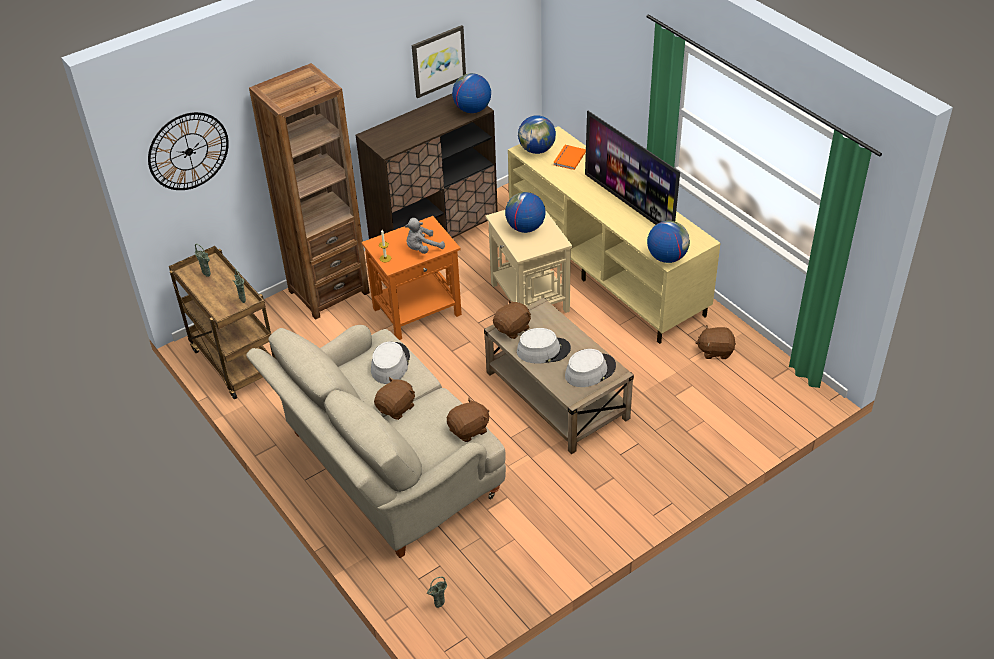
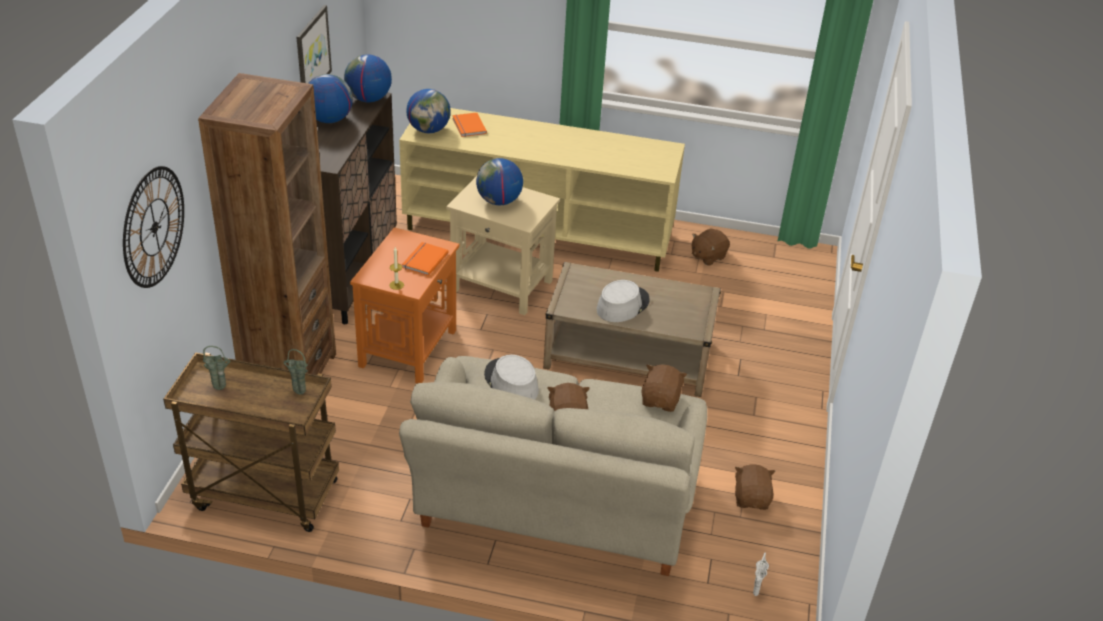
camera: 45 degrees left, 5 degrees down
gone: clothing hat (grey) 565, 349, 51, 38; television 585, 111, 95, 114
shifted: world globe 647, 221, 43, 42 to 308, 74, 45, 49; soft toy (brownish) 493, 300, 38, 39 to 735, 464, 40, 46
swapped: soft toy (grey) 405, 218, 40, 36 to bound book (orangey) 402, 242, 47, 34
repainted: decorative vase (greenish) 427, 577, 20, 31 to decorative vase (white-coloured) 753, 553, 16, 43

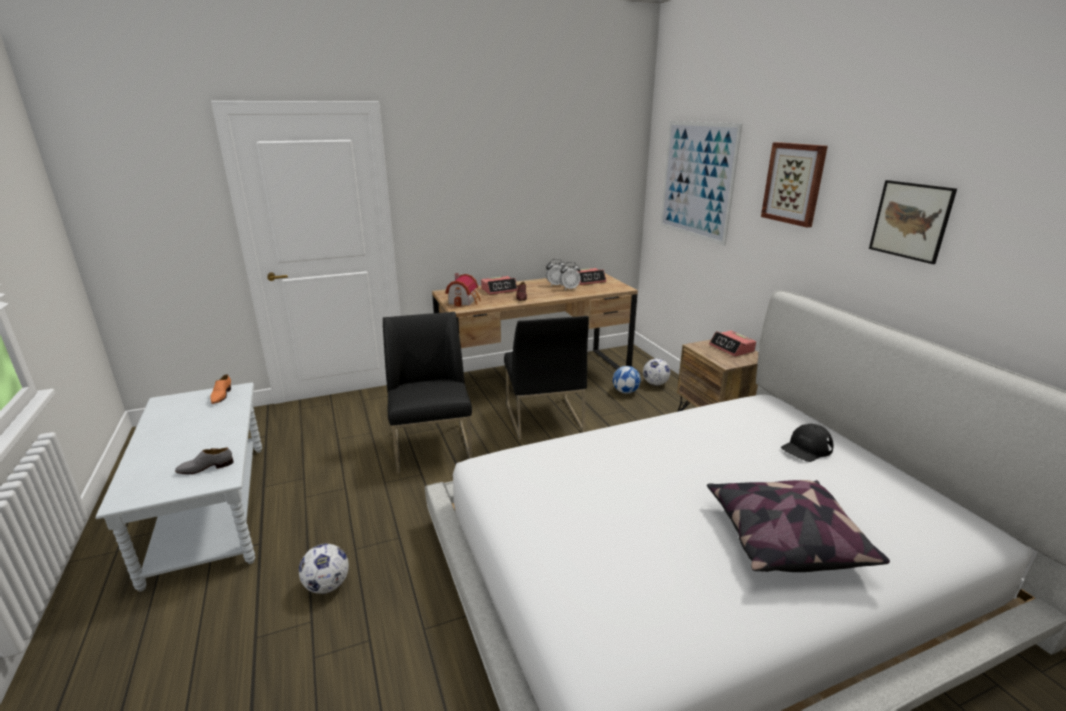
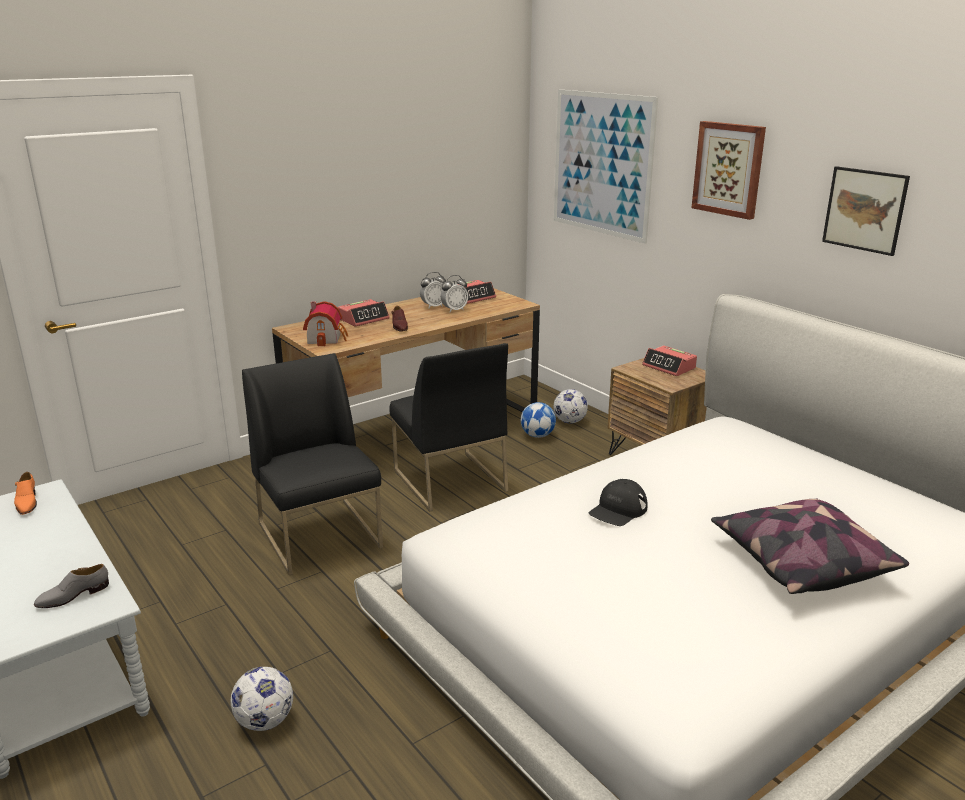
camera: 15 degrees left, 0 degrees up
shifted: cap (black-coloured) 781, 424, 53, 38 to 589, 479, 59, 47

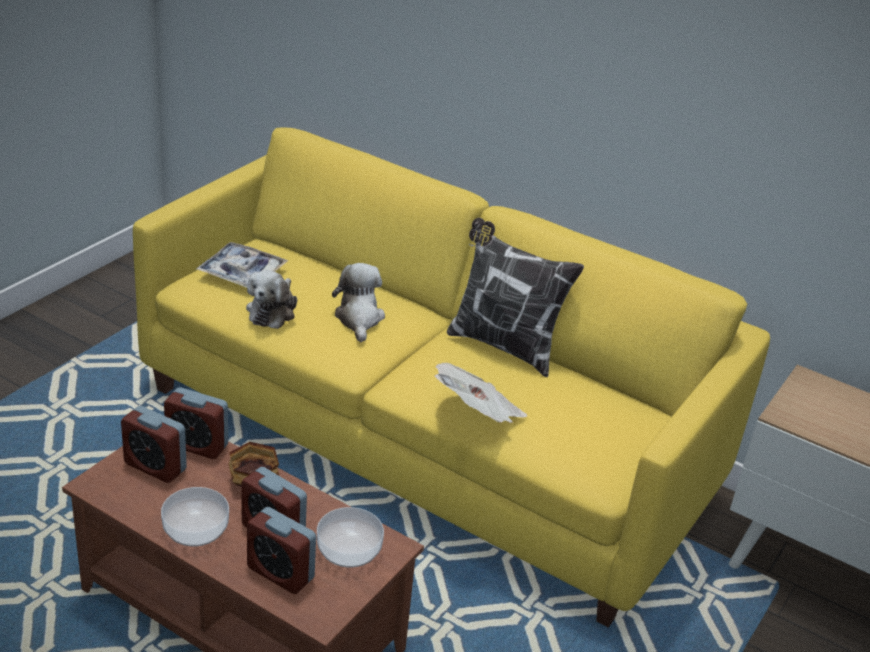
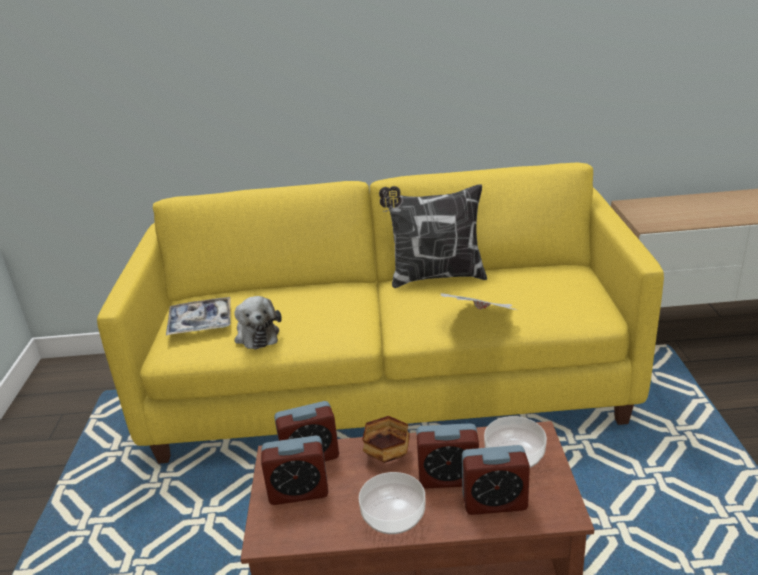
camera: 30 degrees left, 5 degrees down
gone: soft toy 332, 263, 53, 79

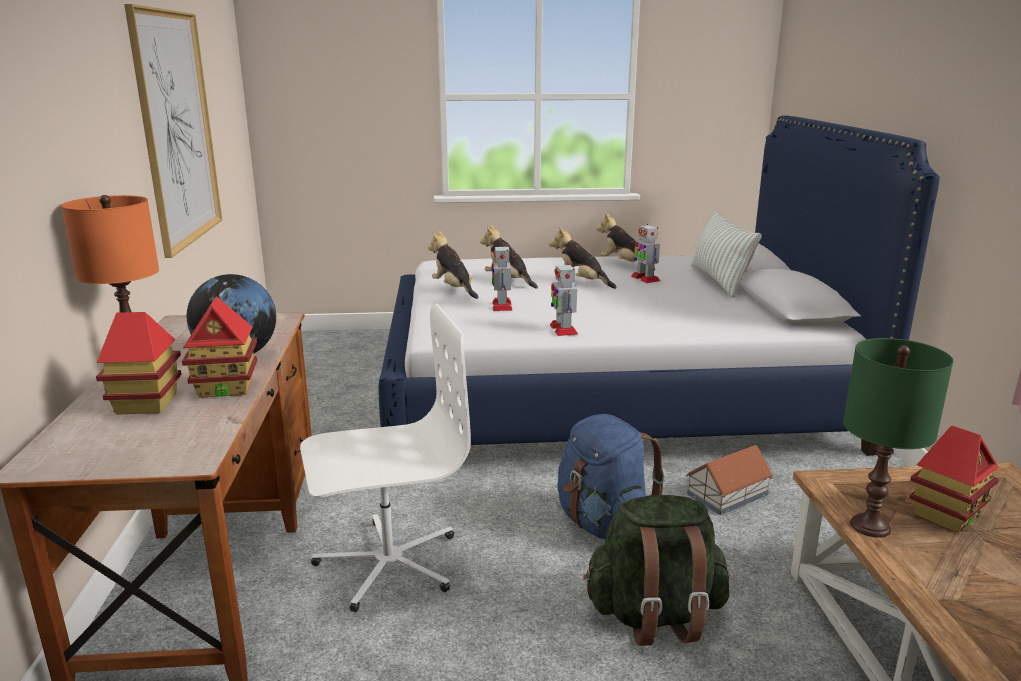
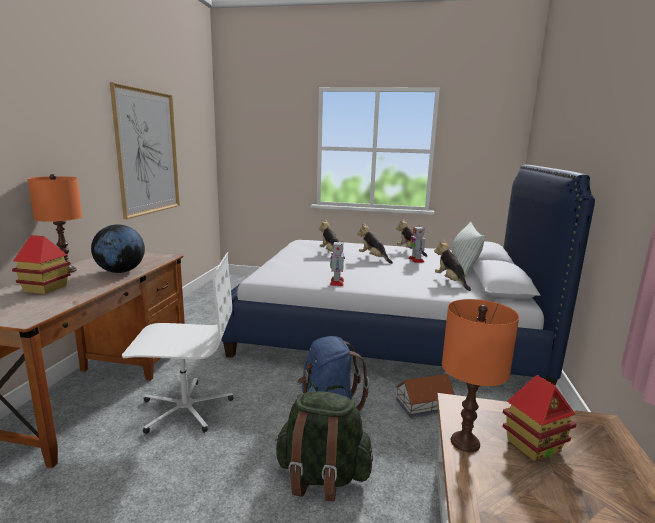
camera: 15 degrees right, 5 degrees down
gone: toy house 182, 296, 75, 102; robot figure 492, 245, 20, 66
shifted: soft toy 428, 230, 51, 69 to 434, 240, 37, 51
repainted: table lamp (greenish) 843, 338, 110, 200 to table lamp (orangey) 442, 299, 77, 153

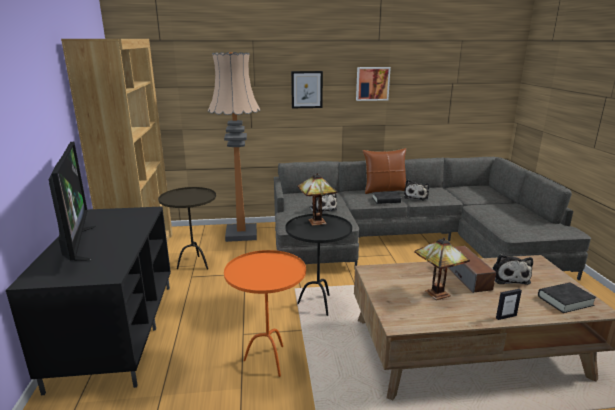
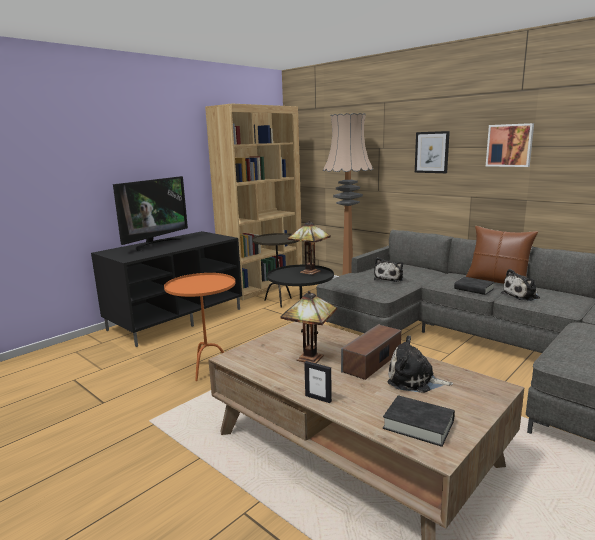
camera: 50 degrees right, 5 degrees down
rotated: soft toy 492, 254, 41, 31 = 388, 336, 65, 57 60 degrees clockwise

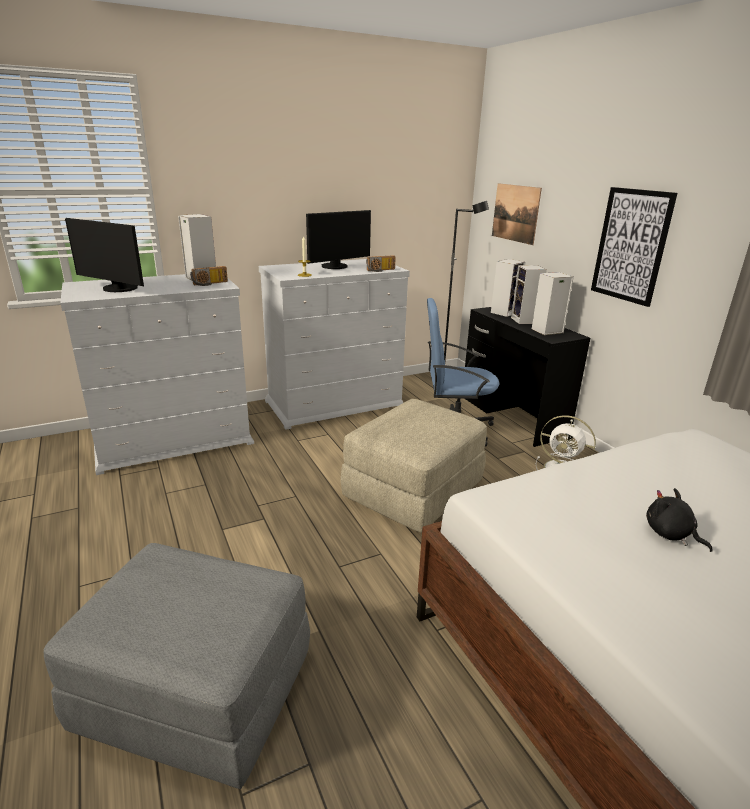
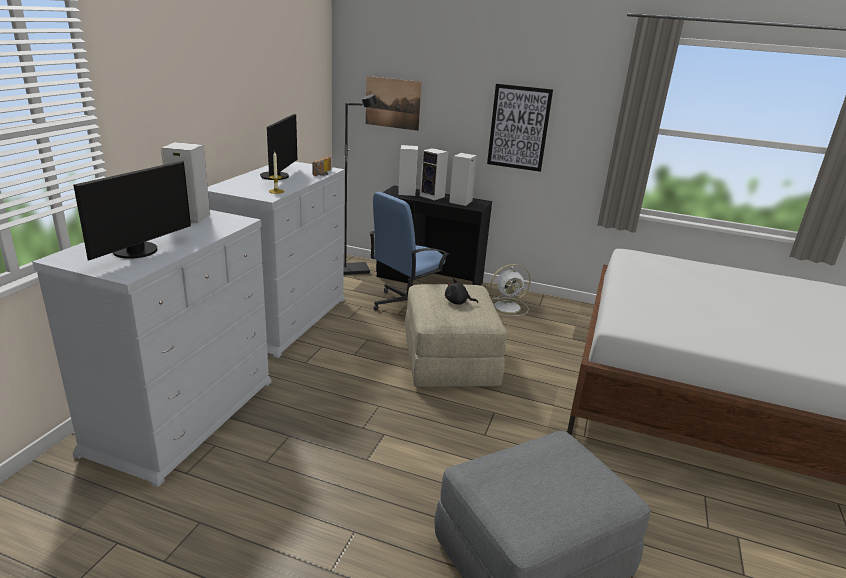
camera: 45 degrees left, 0 degrees up
gone: radio 190, 266, 38, 20
shifted: soft toy (black-coloured) 646, 488, 67, 64 to 445, 279, 33, 26
rotated: monitor 65, 218, 79, 74 = 73, 161, 118, 100 45 degrees counterclockwise

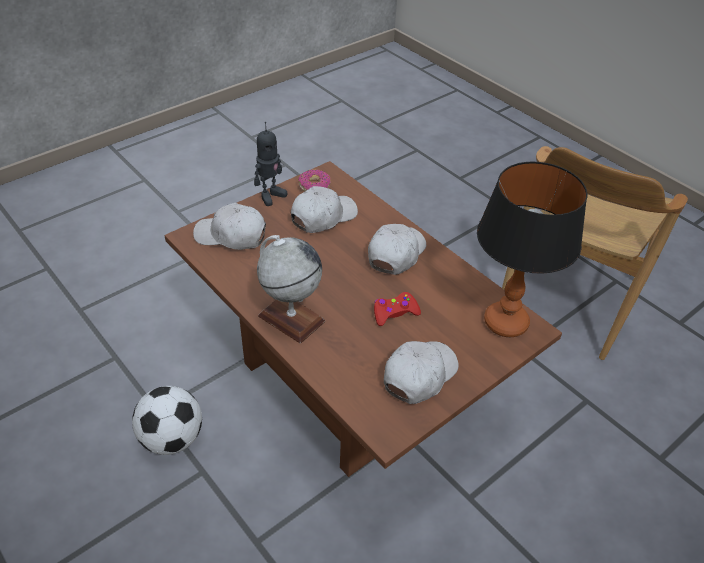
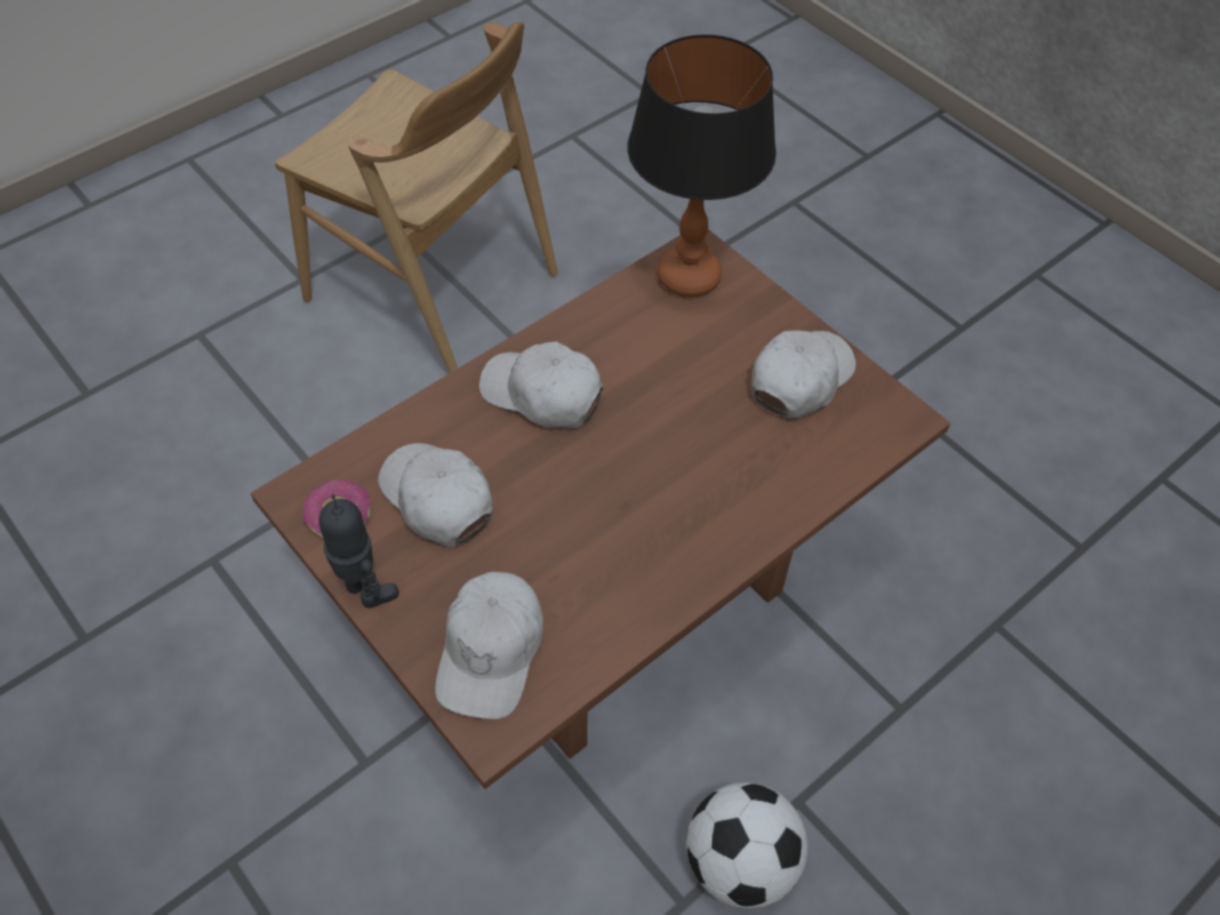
camera: 90 degrees left, 10 degrees up
gone: world globe 257, 235, 68, 108; gamepad (red-coloured) 374, 292, 47, 34
rotated: cap (white-coloured) 384, 341, 75, 63 = 751, 330, 105, 89 90 degrees clockwise

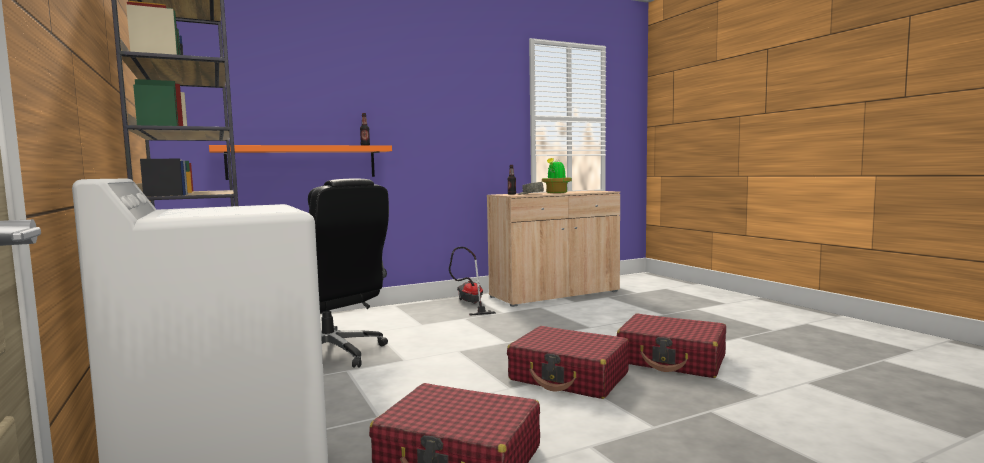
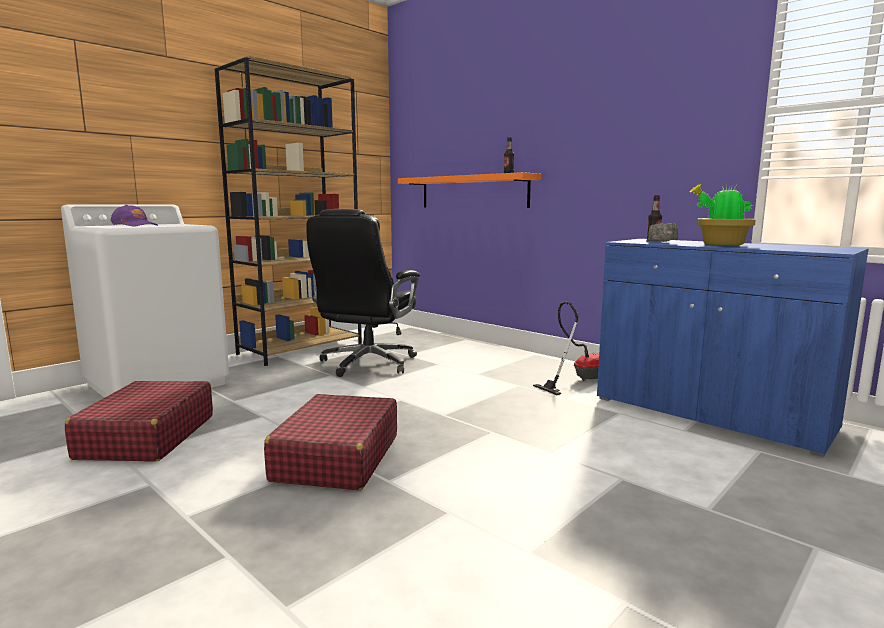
camera: 70 degrees right, 5 degrees up
gone: suitcase (red-coloured) 617, 313, 109, 65
new: cap (purplish) 111, 205, 47, 21
repainted: storage cabinet (sand-coloured) 487, 191, 133, 116 to storage cabinet (blue-coloured) 597, 239, 272, 218

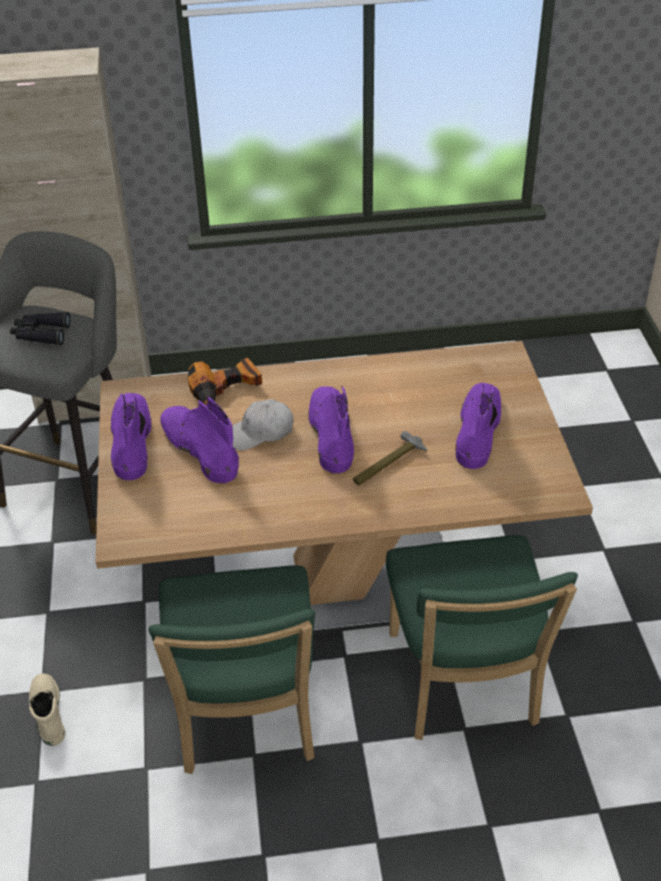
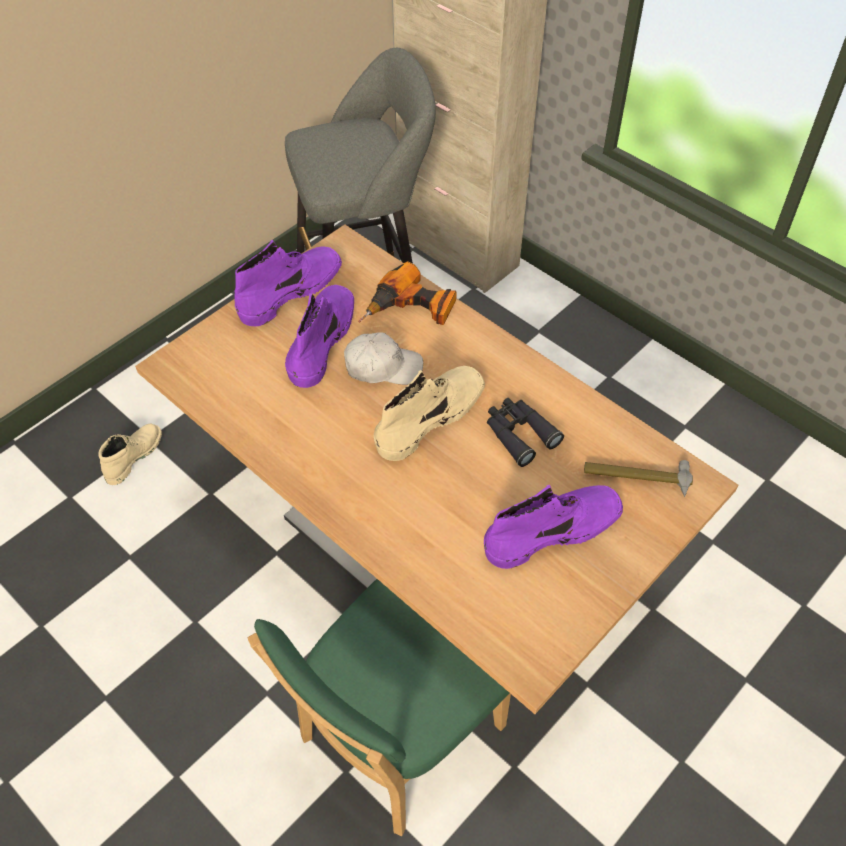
camera: 50 degrees right, 10 degrees up
gone: upright chair (greenish) 148, 565, 167, 209
shifted: binoculars (black-coloured) 10, 312, 60, 33 to 487, 398, 77, 69; hand hammer 353, 431, 74, 54 to 584, 460, 109, 37
repainted: boot (purplish) 308, 386, 46, 88 to boot (sand-coloured) 374, 366, 111, 95
rotated: cap (white-coloured) 232, 399, 61, 51 = 344, 332, 79, 53 150 degrees clockwise

